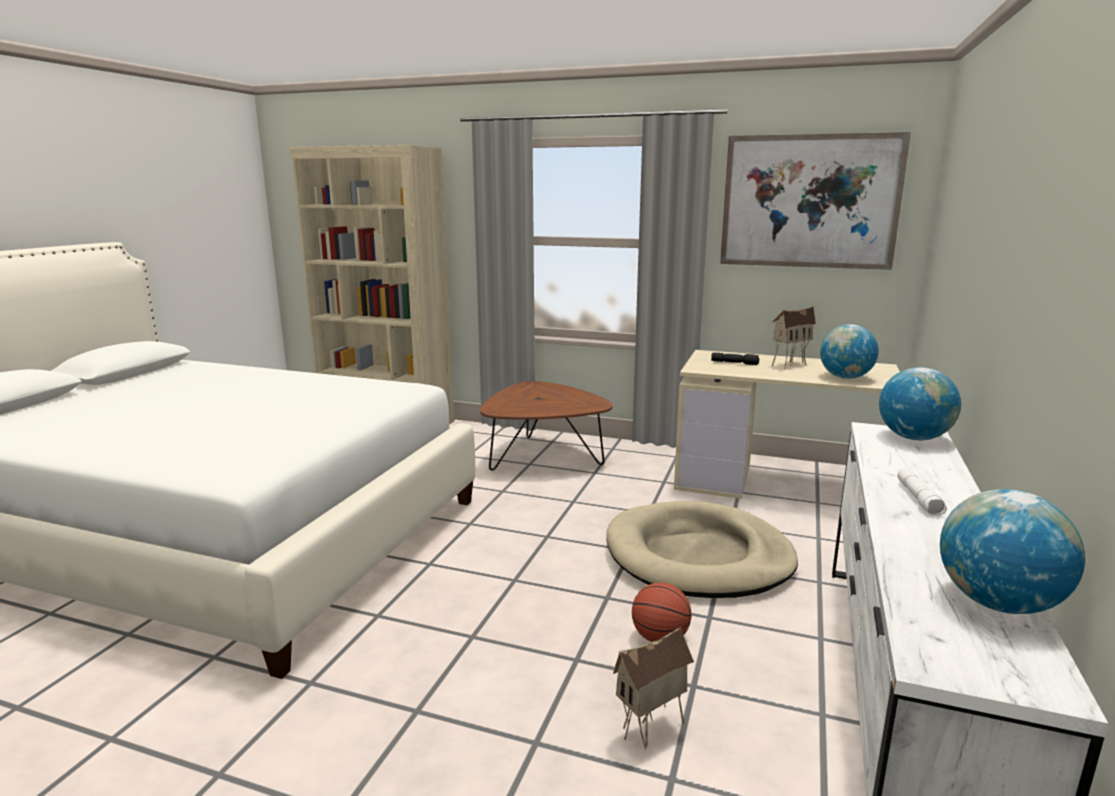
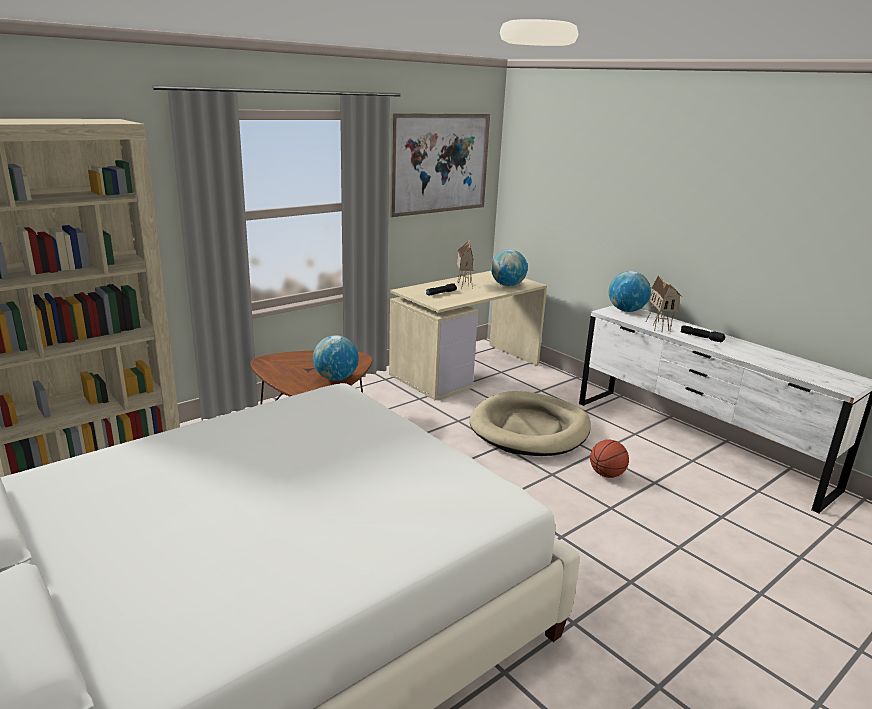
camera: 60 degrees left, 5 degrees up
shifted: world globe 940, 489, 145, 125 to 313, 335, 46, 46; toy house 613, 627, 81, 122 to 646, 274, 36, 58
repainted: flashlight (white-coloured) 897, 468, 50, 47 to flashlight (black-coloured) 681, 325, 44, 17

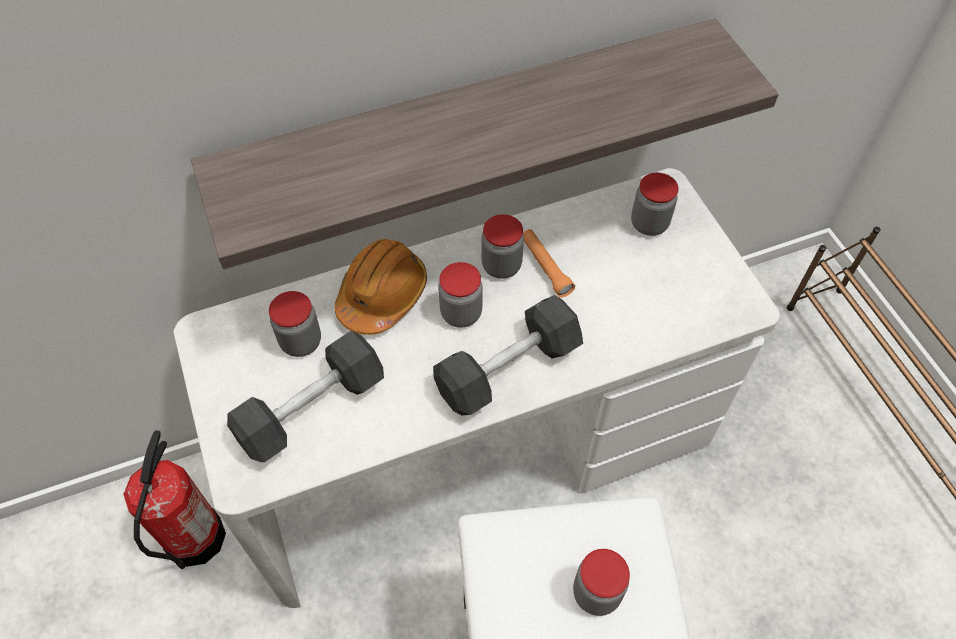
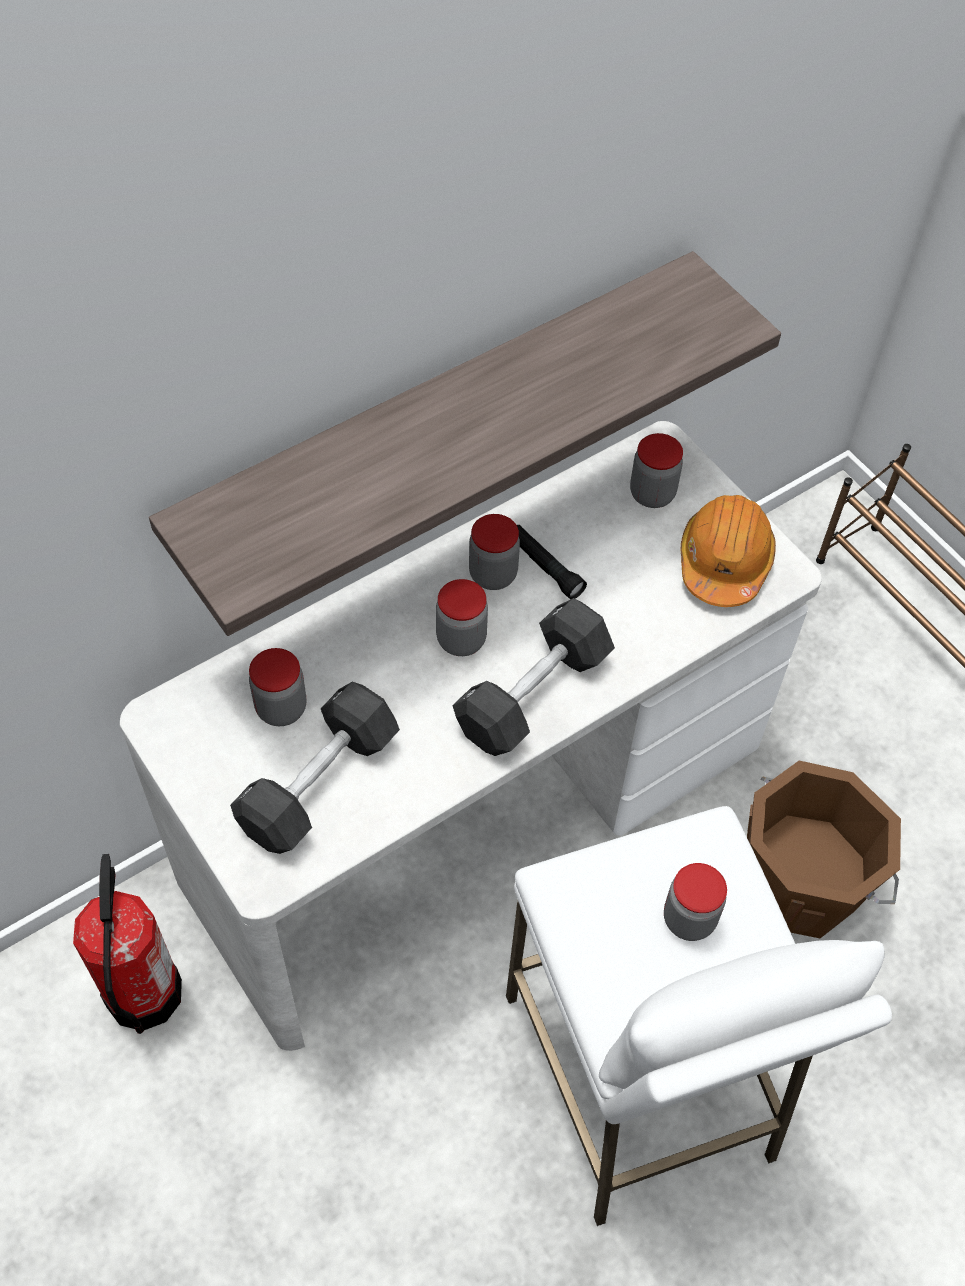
camera: 15 degrees left, 0 degrees up
new: pail (brownish) 747, 760, 154, 178
shifted: safety helmet (orangey) 335, 239, 92, 96 to 681, 495, 95, 112
repainted: flashlight (orangey) 523, 229, 52, 69 to flashlight (black-coloured) 517, 525, 70, 75

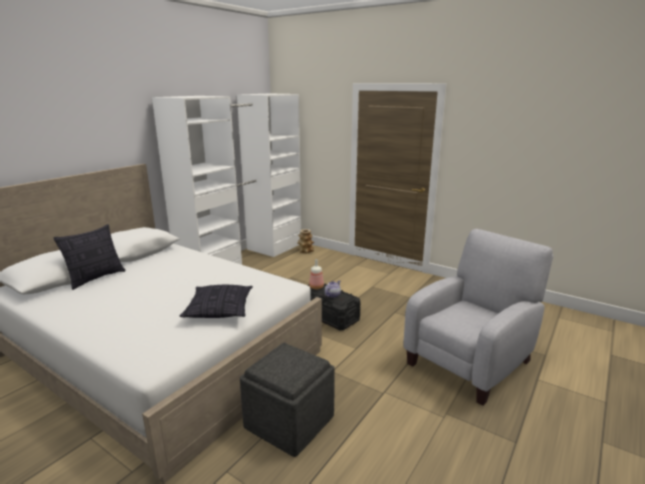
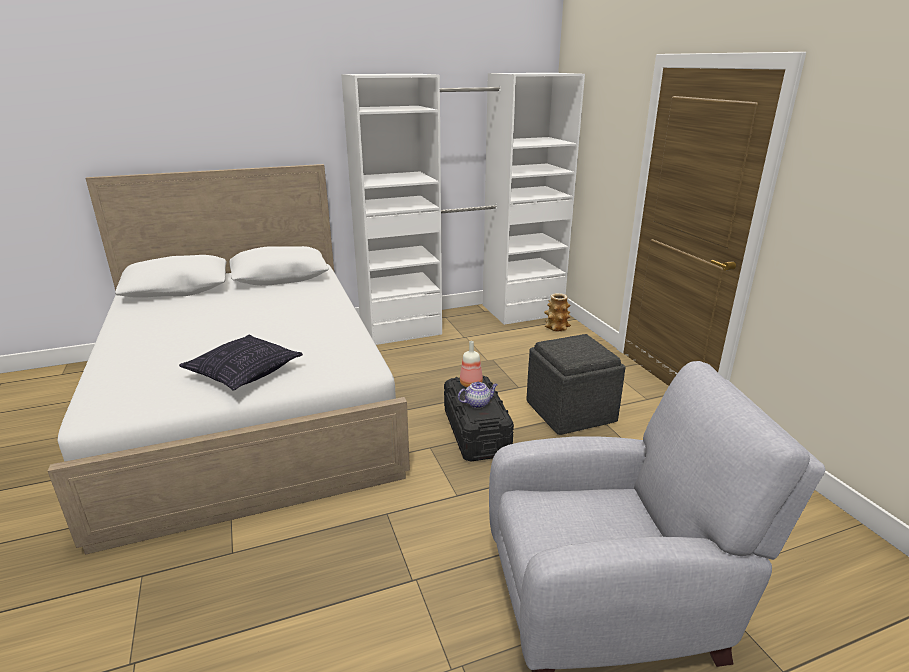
camera: 35 degrees right, 5 degrees up
gone: throw pillow 54, 224, 71, 66
shifted: pouffe (grey) 240, 342, 95, 115 to 526, 334, 100, 101

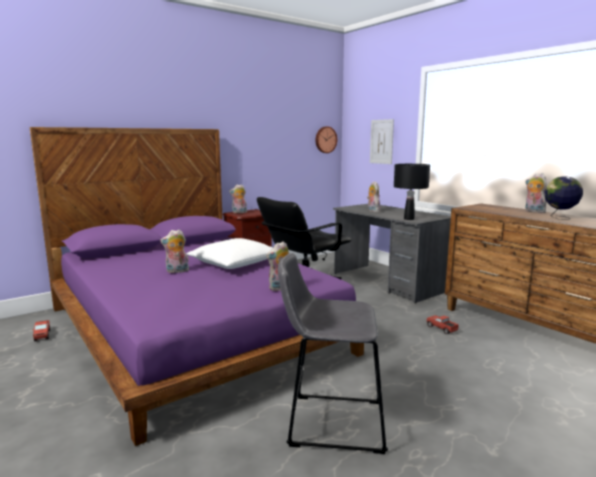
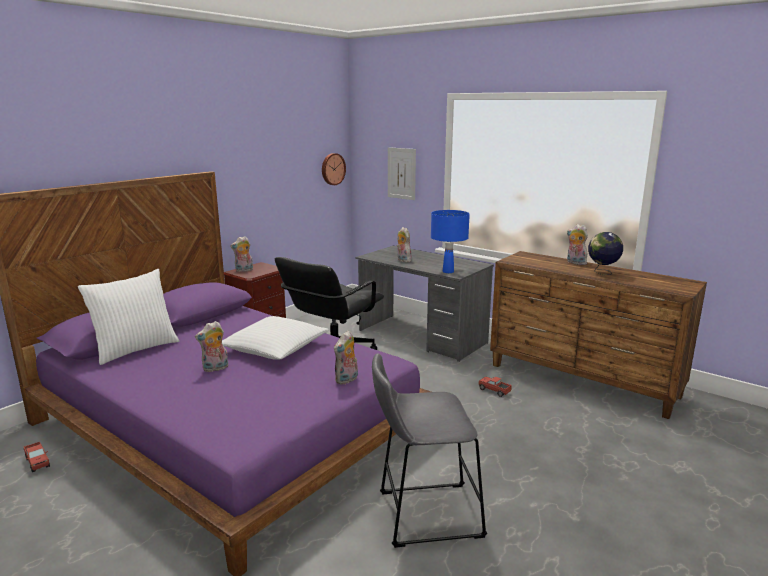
camera: 15 degrees left, 5 degrees up
new: throw pillow (white-coloured) 78, 269, 101, 96
repainted: table lamp (black-coloured) 394, 164, 36, 56 to table lamp (blue-coloured) 431, 210, 39, 63

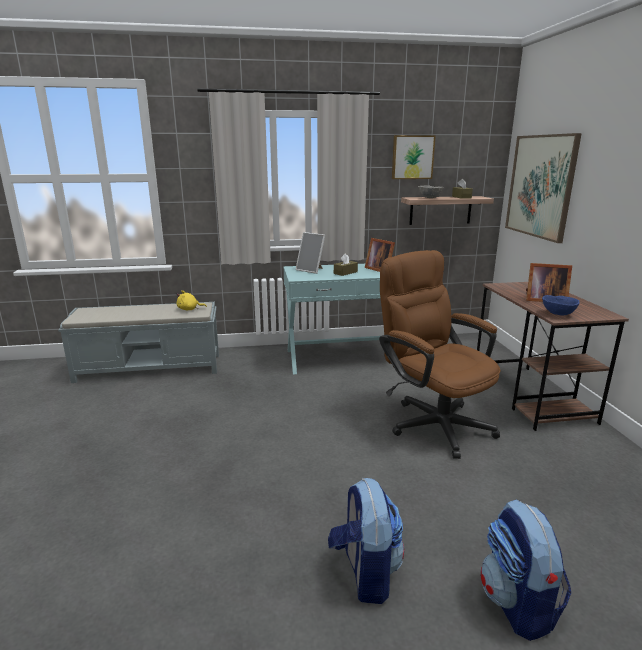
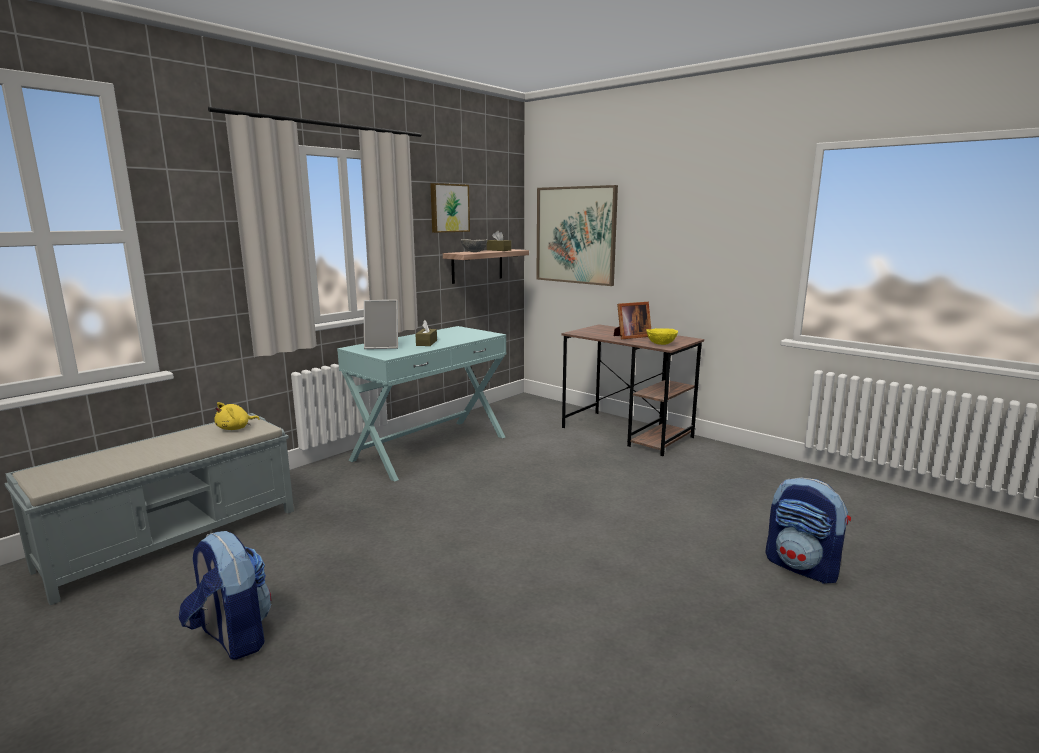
camera: 40 degrees left, 5 degrees down
gone: picture frame 365, 238, 30, 34; desk chair (brownish) 379, 250, 122, 209
shifted: knapsack 328, 478, 76, 126 to 179, 531, 92, 129
repainted: serving bowl (blue-coloured) 542, 295, 38, 20 to serving bowl (yellow) 646, 328, 32, 17

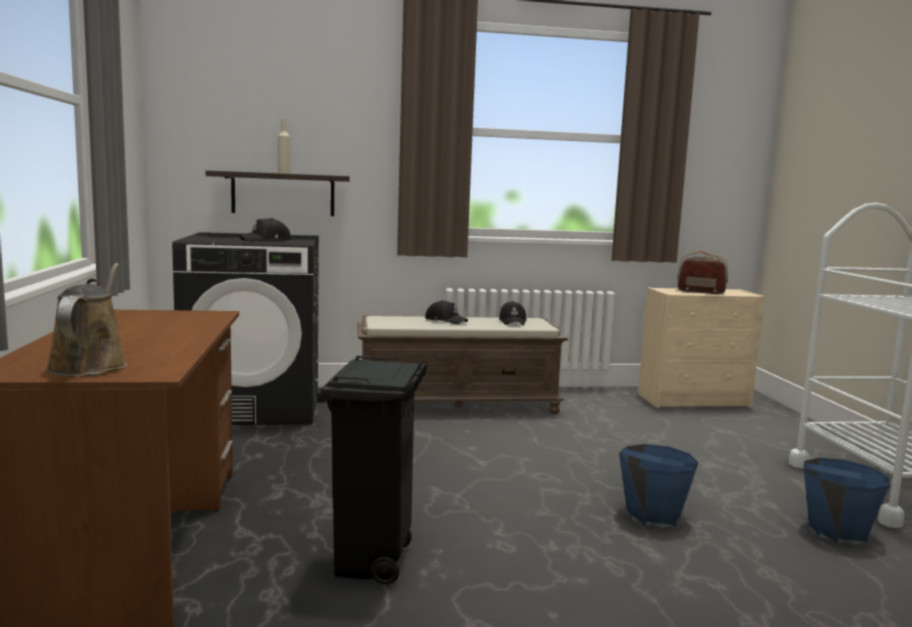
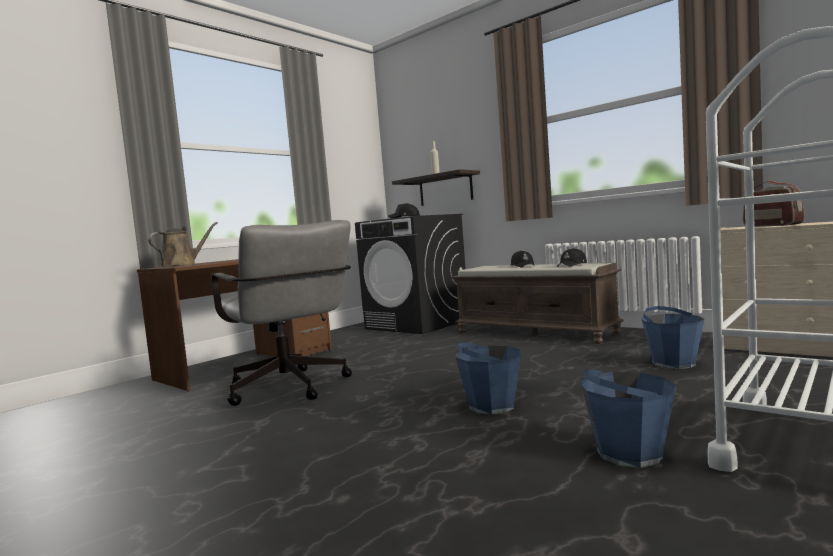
camera: 50 degrees right, 5 degrees down
new: pail (blue-coloured) 641, 306, 63, 63
swapped: rubbish bin (black-coloured) 317, 356, 110, 228 to desk chair (grey) 211, 220, 141, 186

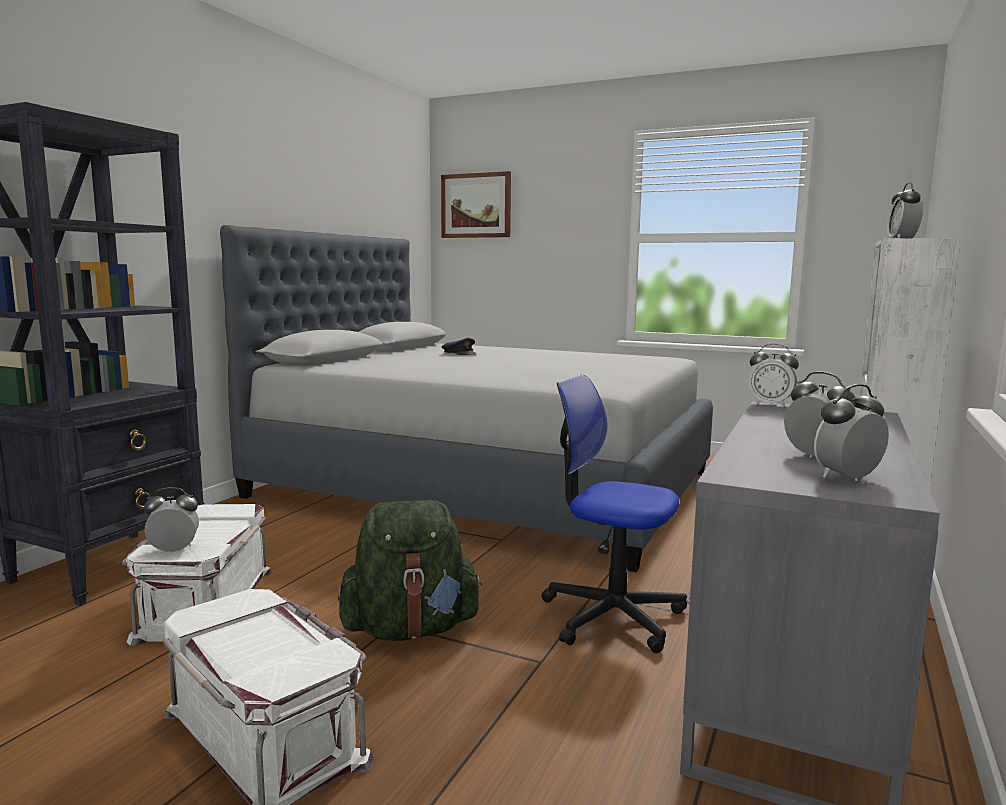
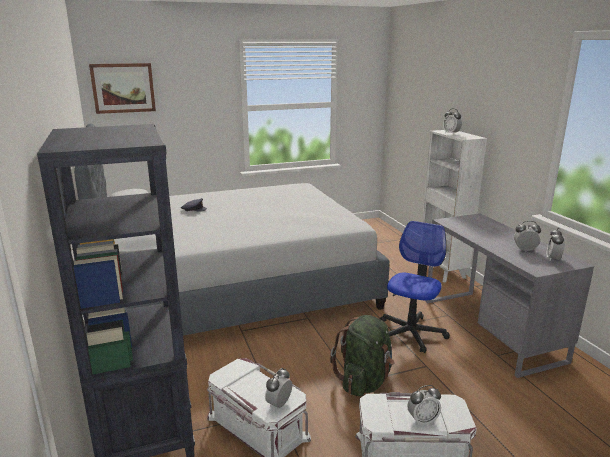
camera: 45 degrees left, 10 degrees up
shifted: bedside clock 748, 344, 51, 63 to 407, 385, 34, 41
rotated: desk chair 541, 374, 146, 279 = 380, 221, 70, 132 135 degrees clockwise

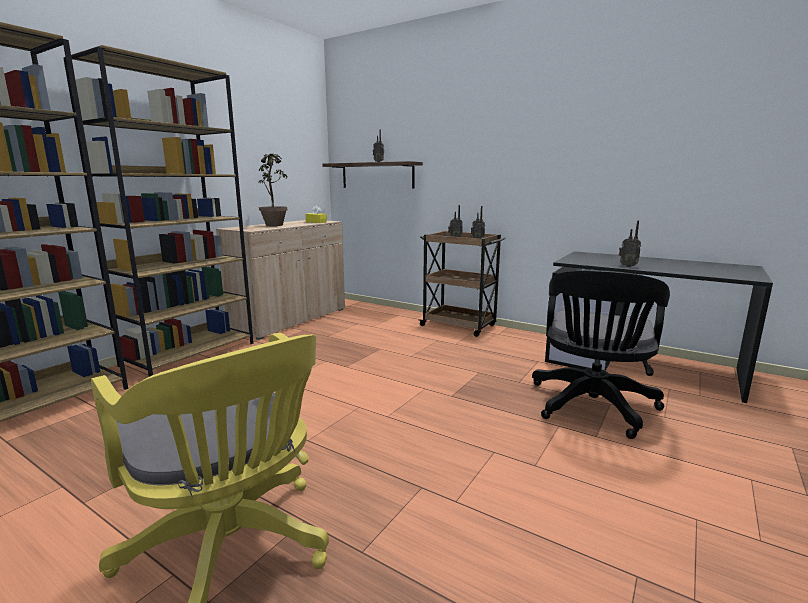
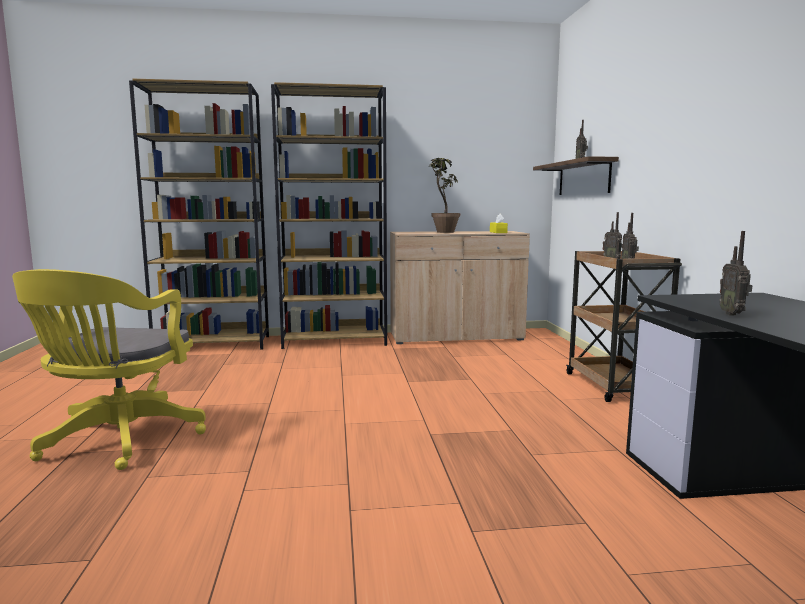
camera: 50 degrees right, 5 degrees down
gone: desk chair (black-coloured) 532, 270, 138, 169

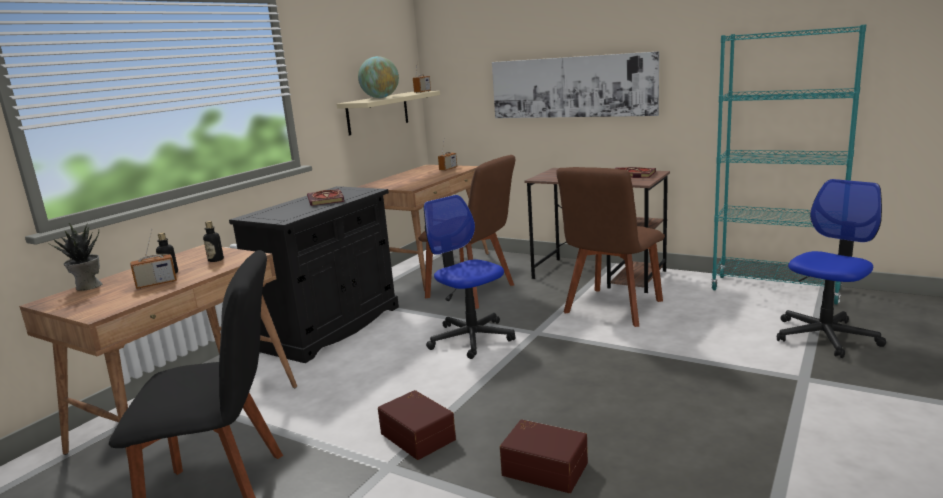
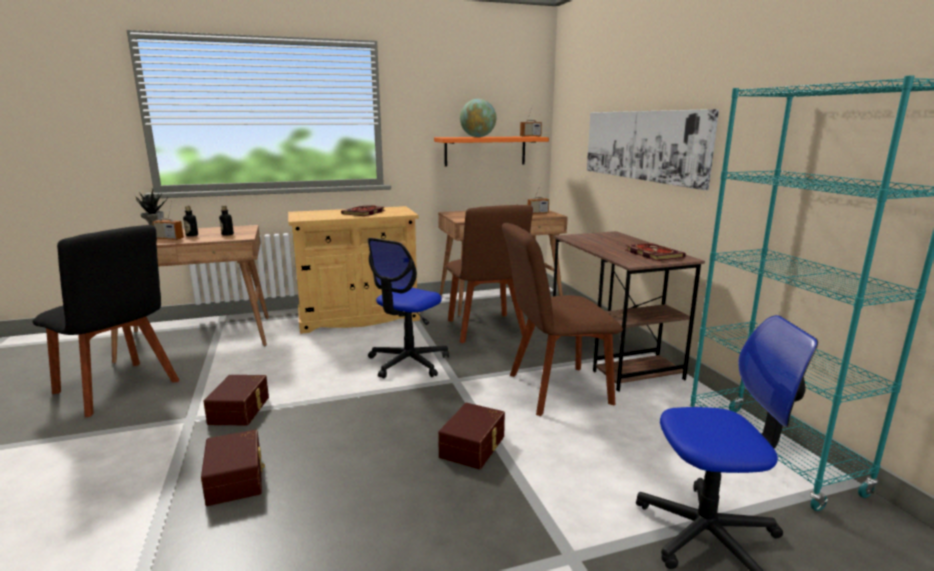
camera: 40 degrees right, 0 degrees up
new: storage bin (brownish) 438, 403, 67, 66
repainted: storage cabinet (black-coloured) 229, 186, 170, 177 to storage cabinet (sand-coloured) 288, 206, 132, 128; bracket shelf (sand-coloured) 336, 91, 104, 44 to bracket shelf (orangey) 434, 136, 115, 31
rotated: desk chair 424, 195, 92, 164 = 368, 238, 81, 140 150 degrees counterclockwise

